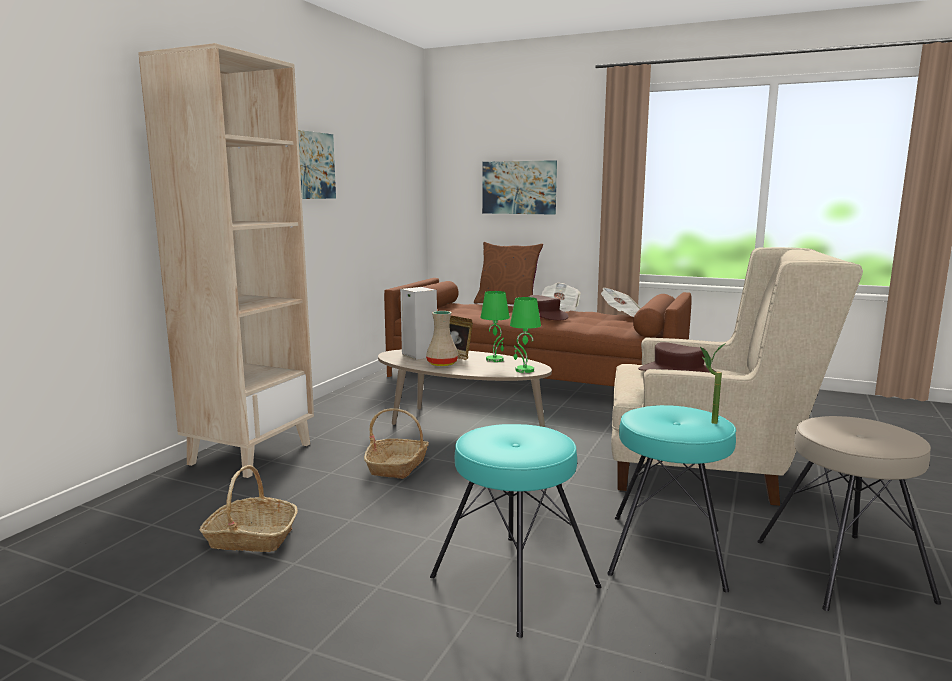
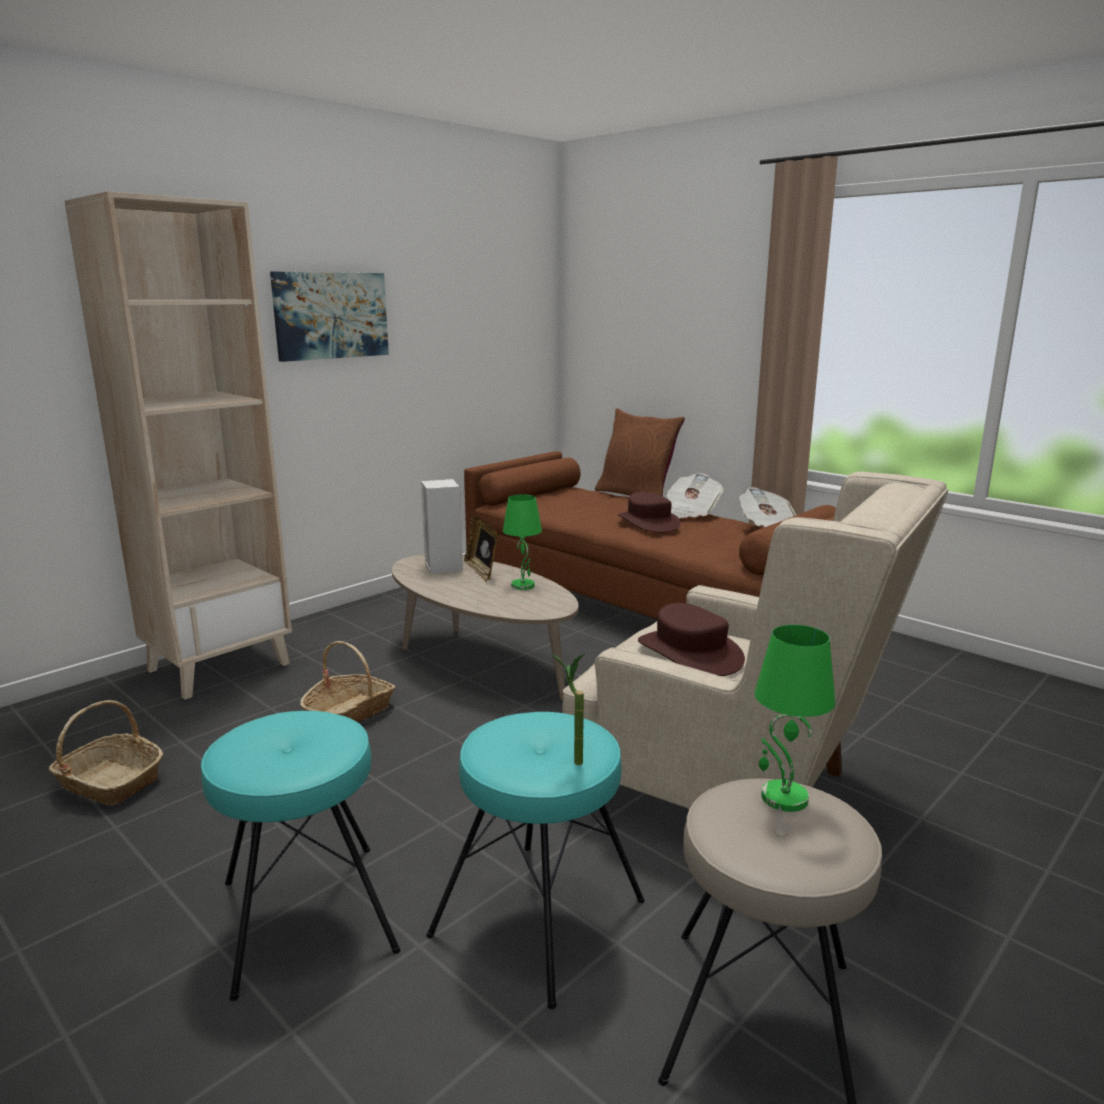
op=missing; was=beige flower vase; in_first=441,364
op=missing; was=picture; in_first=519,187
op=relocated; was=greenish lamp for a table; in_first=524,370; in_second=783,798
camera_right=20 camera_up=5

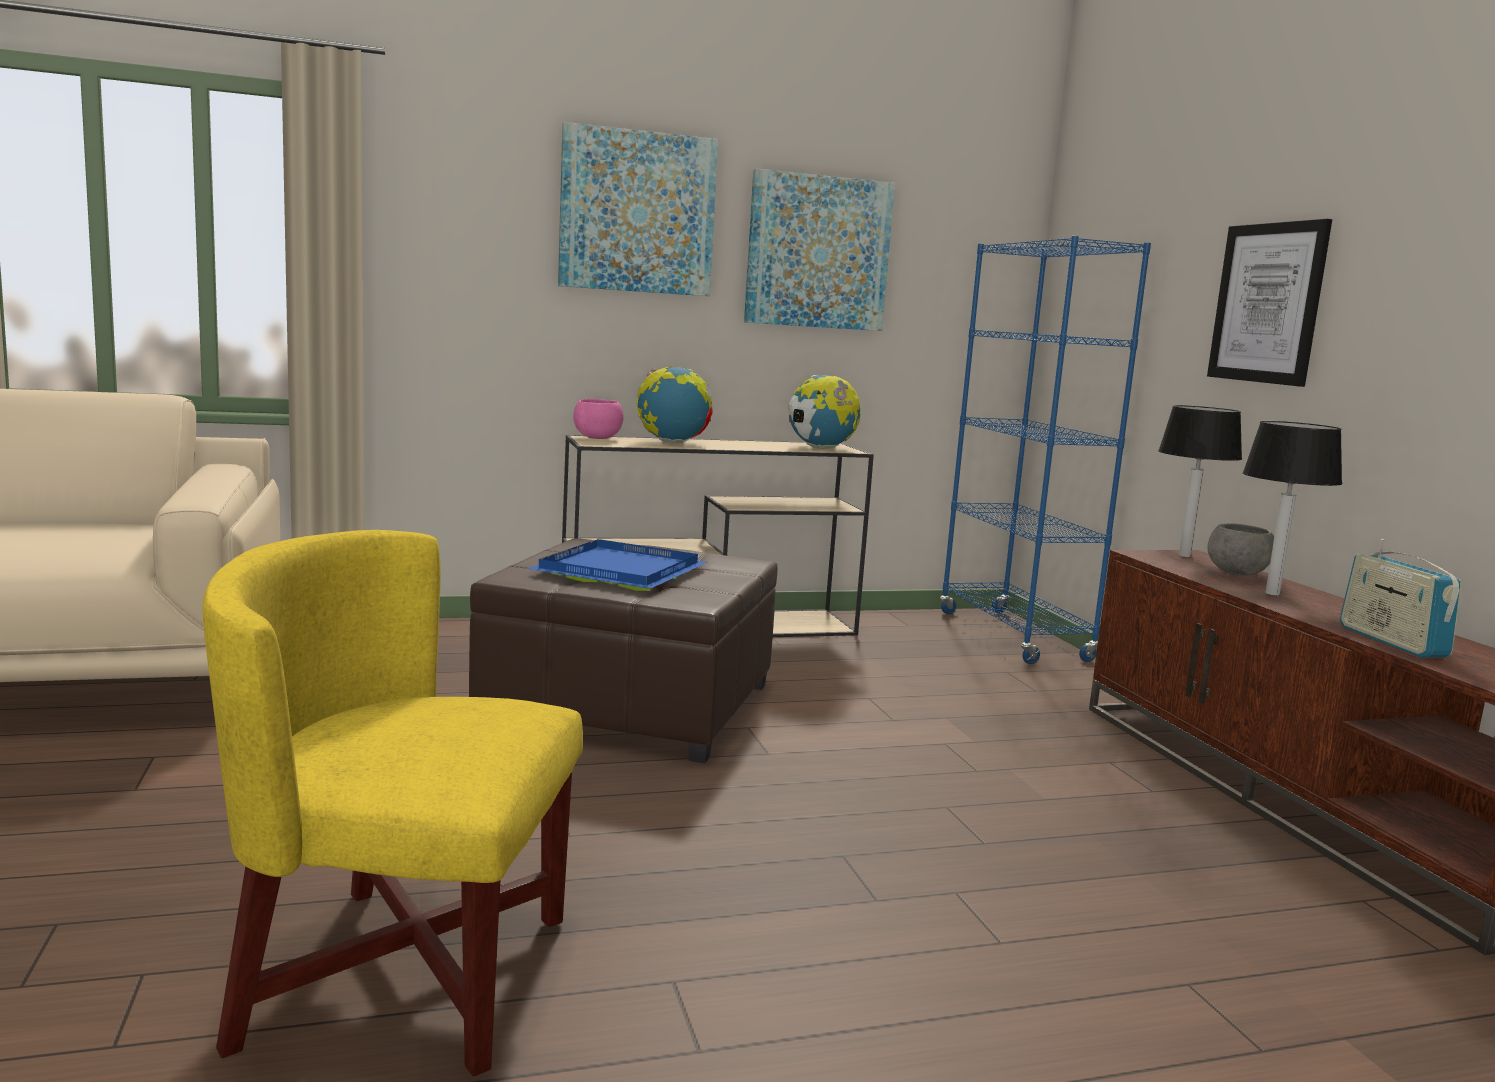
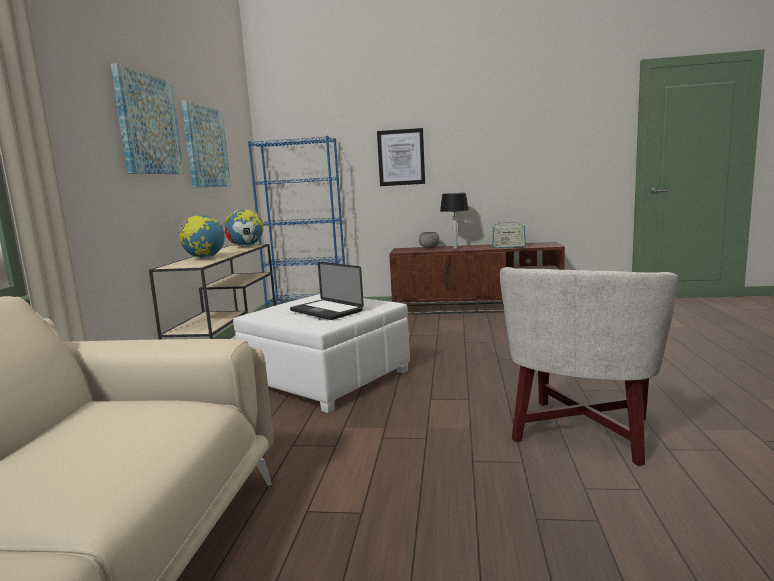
op=colour; was=yellowish armchair; now=white-coloured armchair; in_first=404,975; in_second=582,431
op=colour; was=brown footrest; now=white-coloured footrest; in_first=631,704; in_second=328,378
op=exchanged; was=blue serving tray; now=portable computer; in_first=621,572; in_second=326,311
op=missing; was=pink bowl; in_first=597,438
op=missing; was=lamp for a table; in_first=1185,555
camera_right=-65 camera_up=0

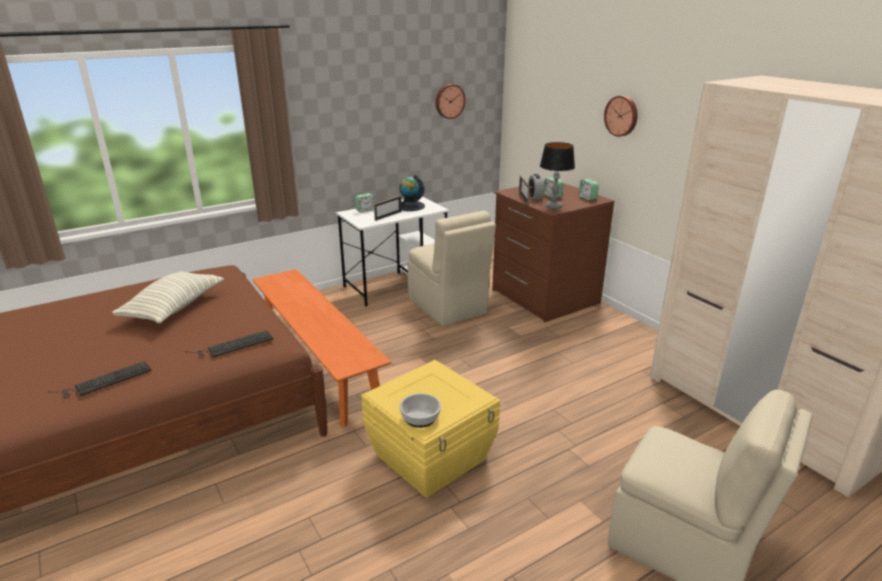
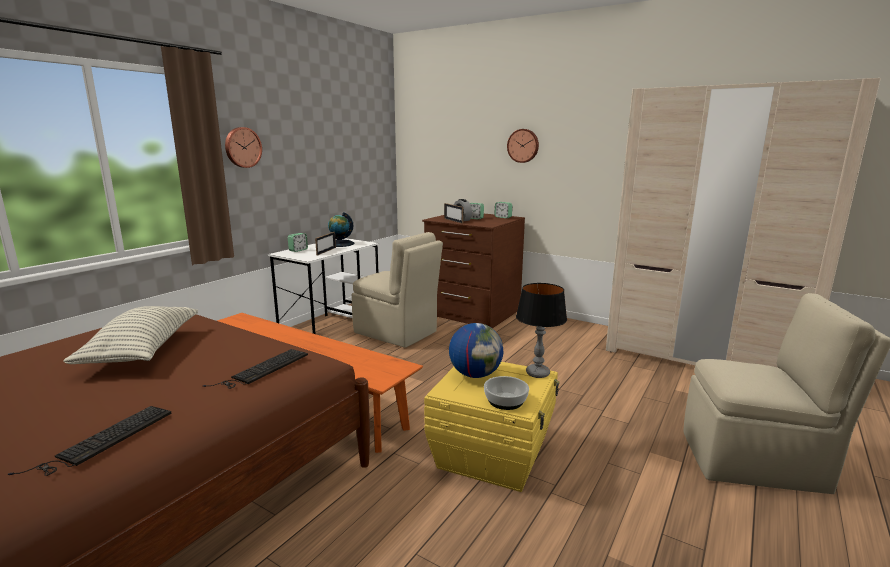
op=relocated; was=hanging clock; in_first=449,101; in_second=242,147
op=relocated; was=lamp for a table; in_first=554,207; in_second=538,373
op=appeared; now=world globe; in_second=475,374
camera_right=-25 camera_up=-10

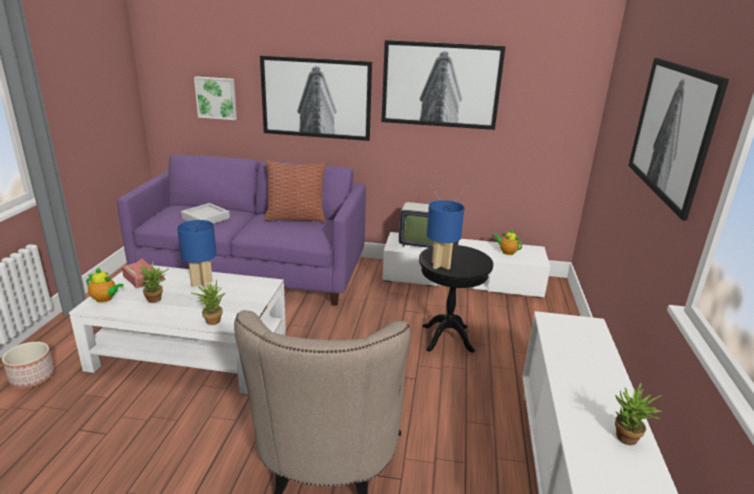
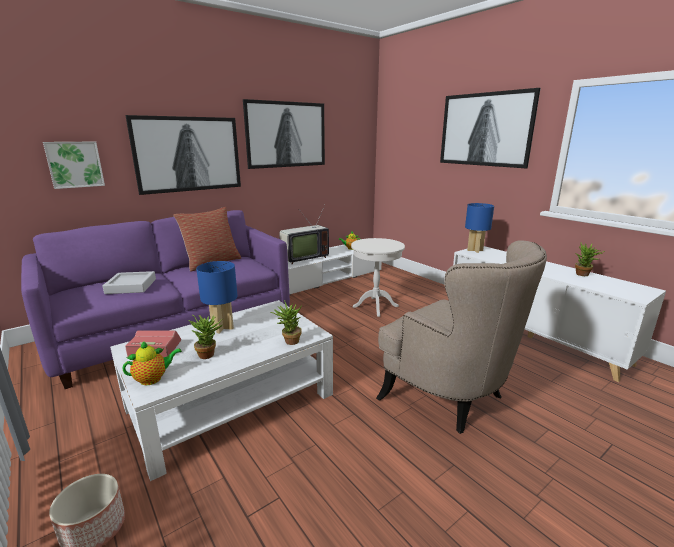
op=colour; was=blackish side table; now=white-coloured side table; in_first=447,338; in_second=375,306
op=relocated; was=blue lamp for a table; in_first=441,265; in_second=475,250
camera_right=-45 camera_up=-5

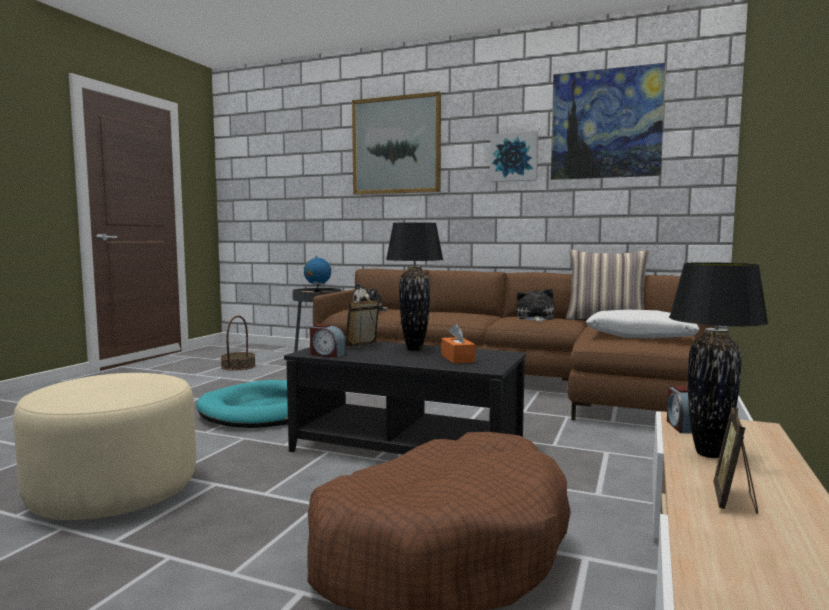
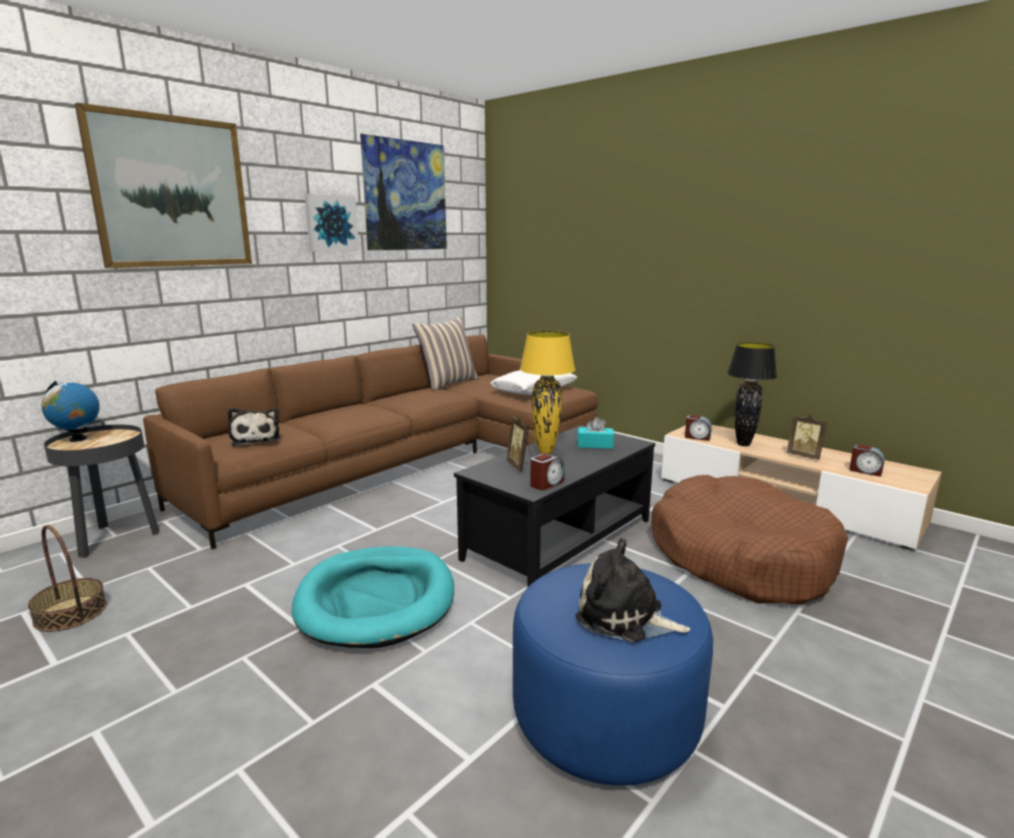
op=colour; was=beige footrest; now=blue footrest; in_first=113,492; in_second=605,718
op=colour; was=blackish lamp for a table; now=yellowish lamp for a table; in_first=414,349; in_second=545,452
op=colour; was=orangey box of tissues; now=turquoise box of tissues; in_first=457,358; in_second=595,445
op=relocated; was=plush toy; in_first=535,318; in_second=625,617
op=appeared; now=bedside clock; in_second=865,471
camera_right=-70 camera_up=10

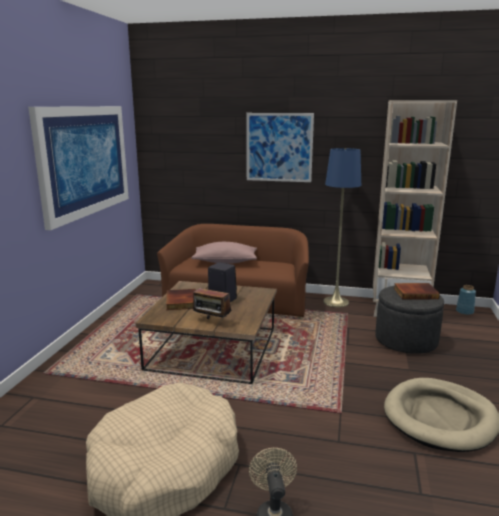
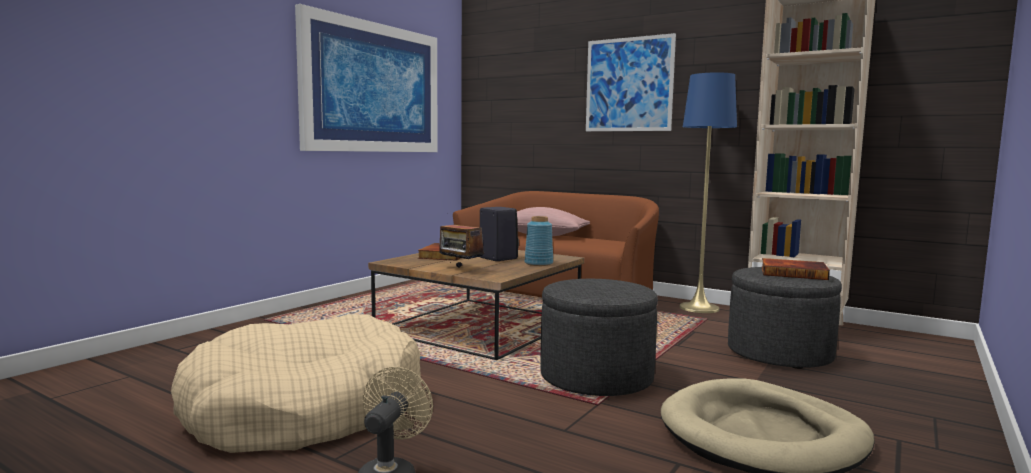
op=relocated; was=blue flower vase; in_first=464,311; in_second=538,263
op=appeared; now=greyish footrest; in_second=596,378
camera_right=20 camera_up=-10

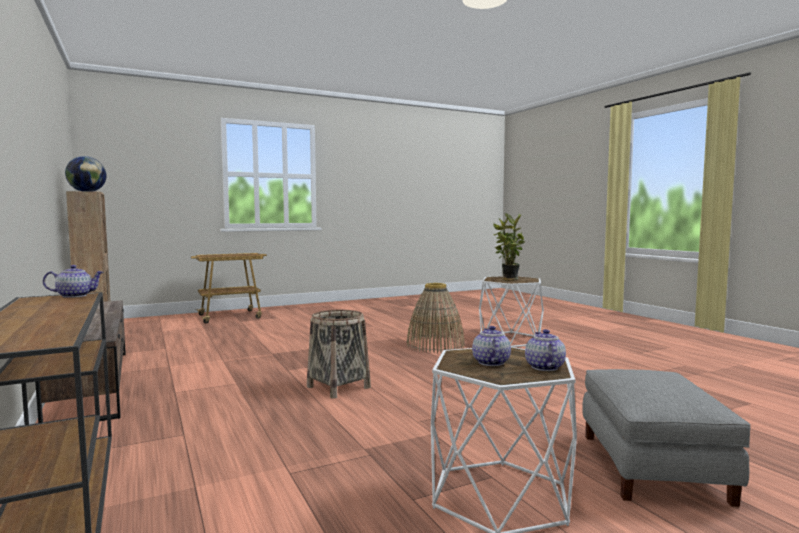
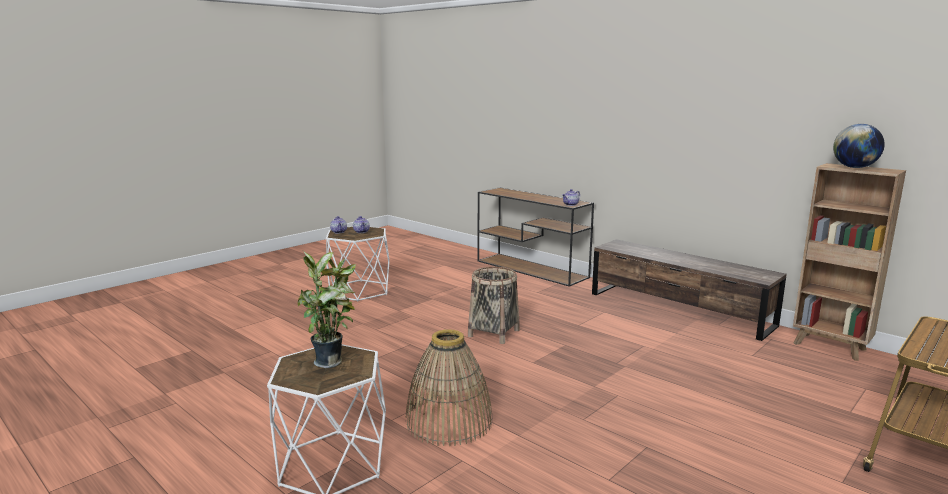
op=missing; was=greyish footrest; in_first=653,467
camera_right=160 camera_up=10

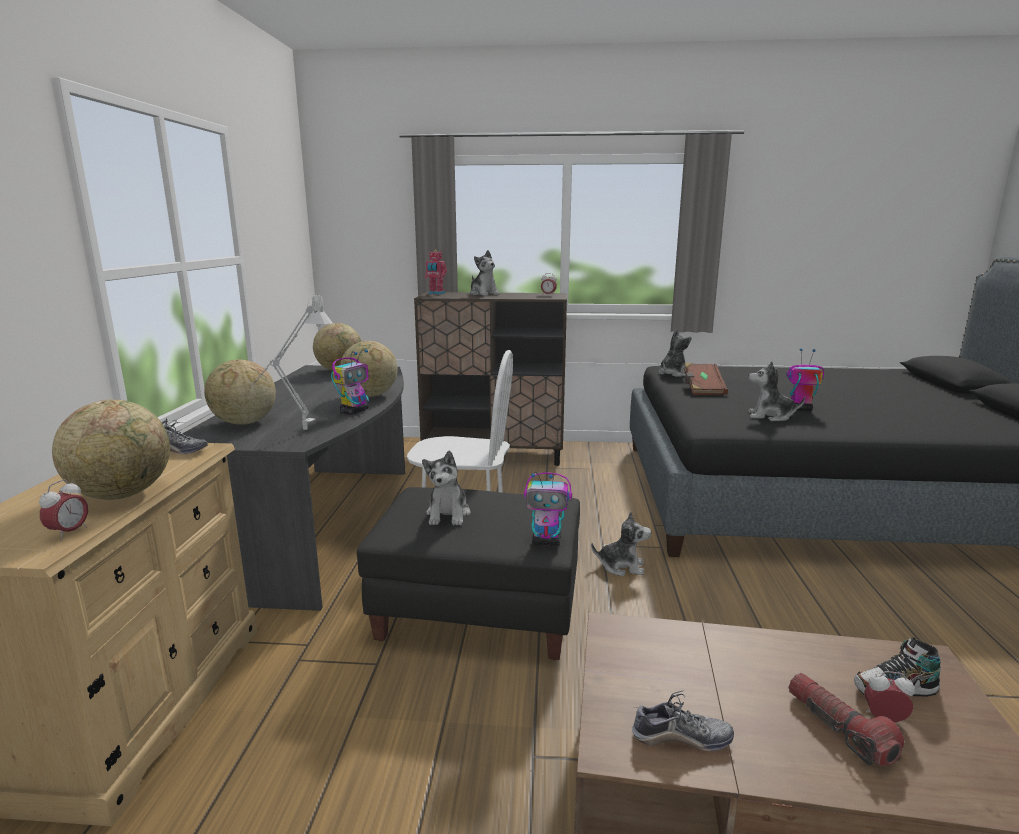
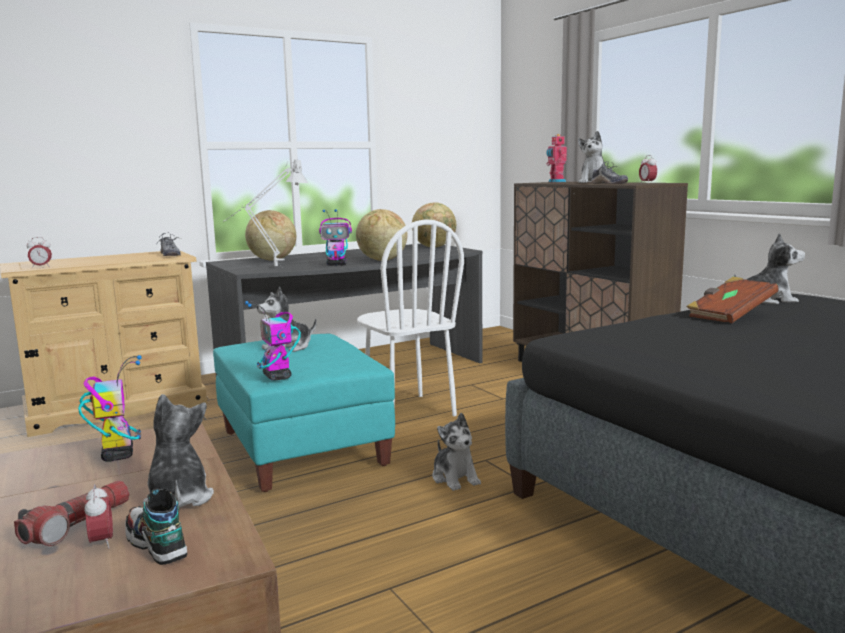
op=missing; was=world globe; in_first=123,494
op=colour; was=blackish footrest; now=turquoise footrest; in_first=479,610; in_second=302,448
op=relocated; was=low shoe; in_first=681,737; in_second=609,184
op=relocated; was=plush toy; in_first=770,416; in_second=178,498
op=relocated; was=robot figure; in_first=799,409; in_second=117,454
camera_right=55 camera_up=-5

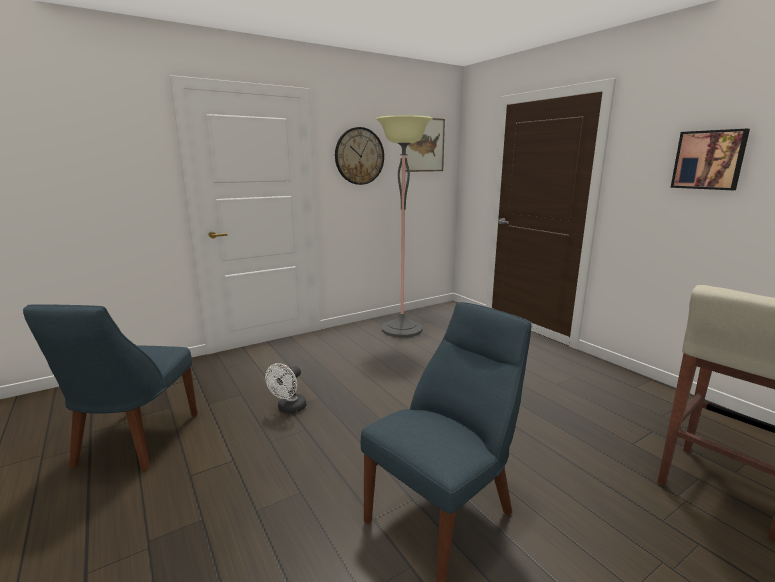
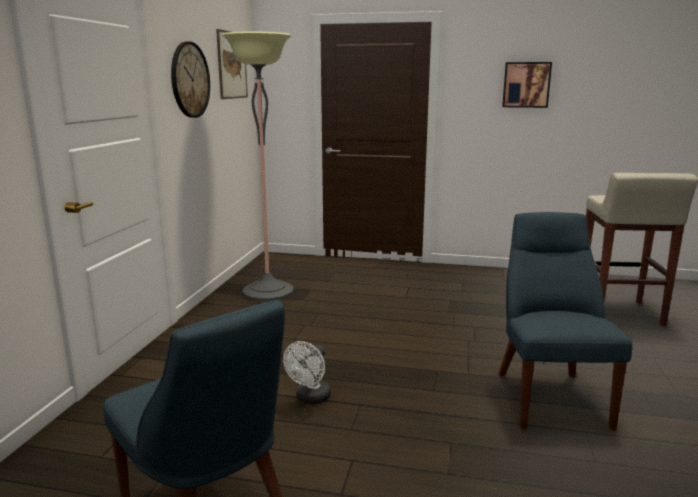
op=spun; was=white-coloured cooling fan; in_first=289,409; in_second=310,398; clockwise=45
camera_right=-45 camera_up=0

